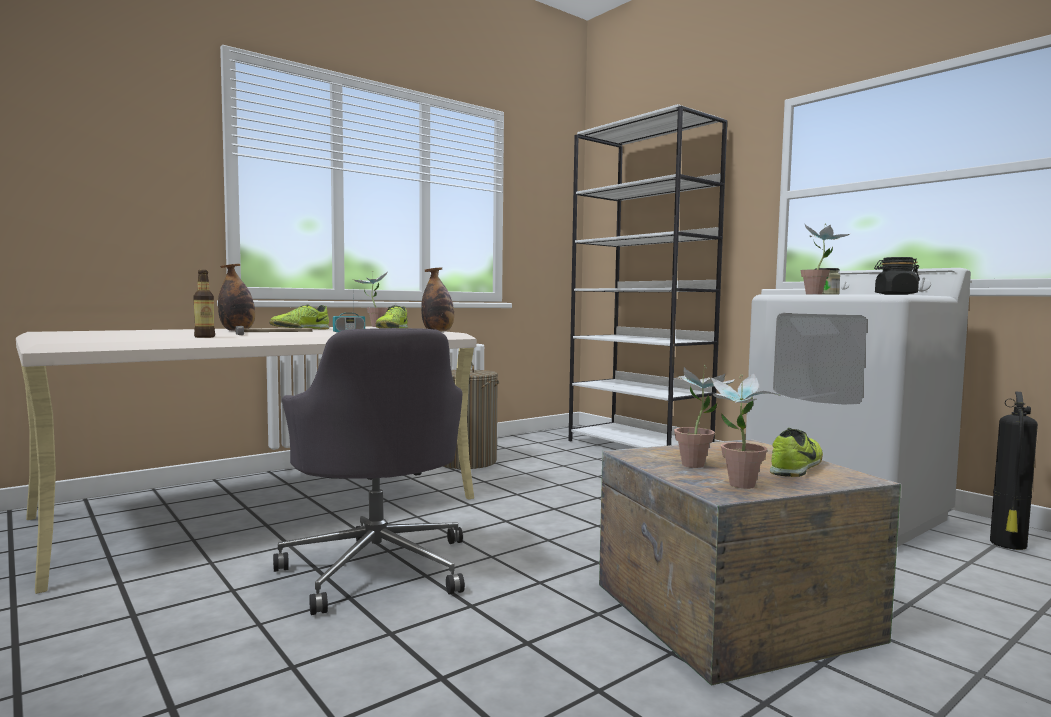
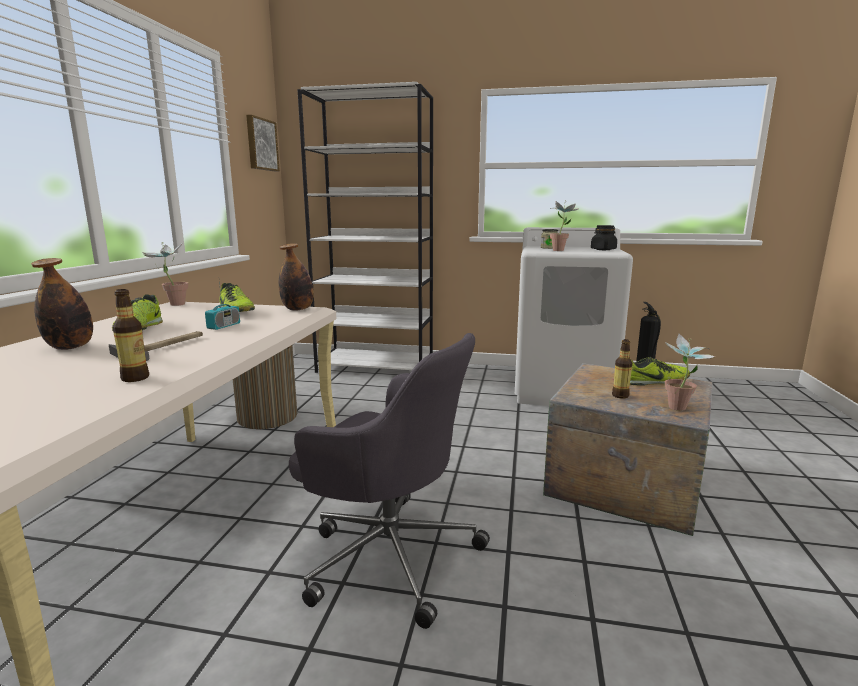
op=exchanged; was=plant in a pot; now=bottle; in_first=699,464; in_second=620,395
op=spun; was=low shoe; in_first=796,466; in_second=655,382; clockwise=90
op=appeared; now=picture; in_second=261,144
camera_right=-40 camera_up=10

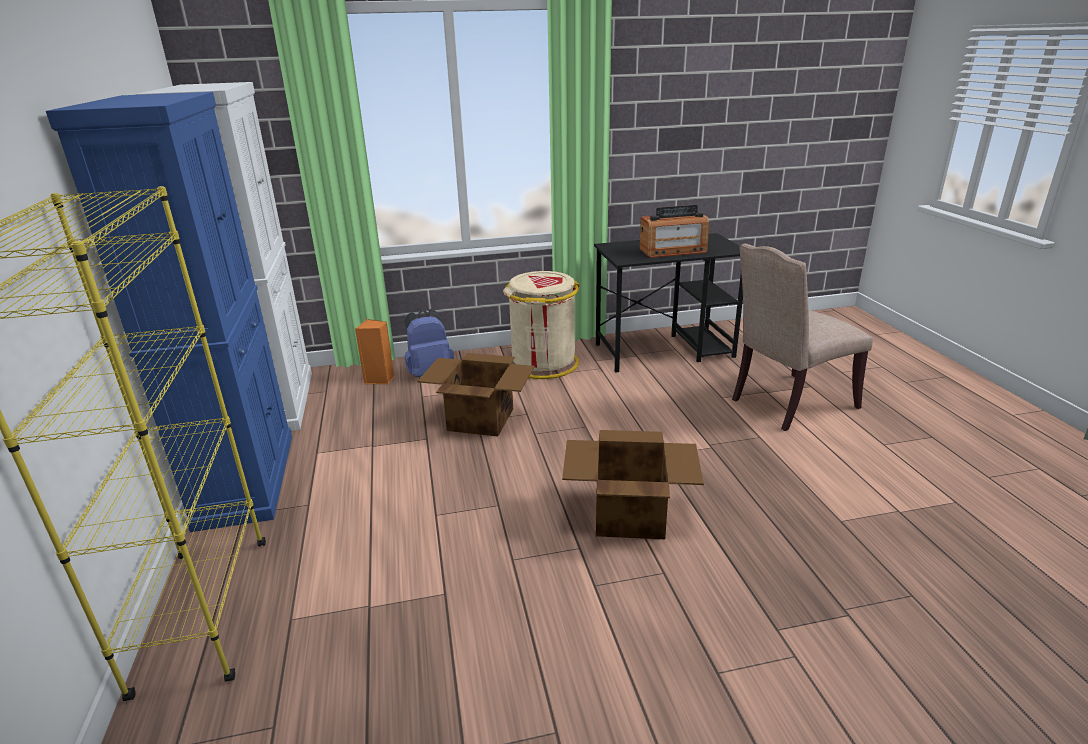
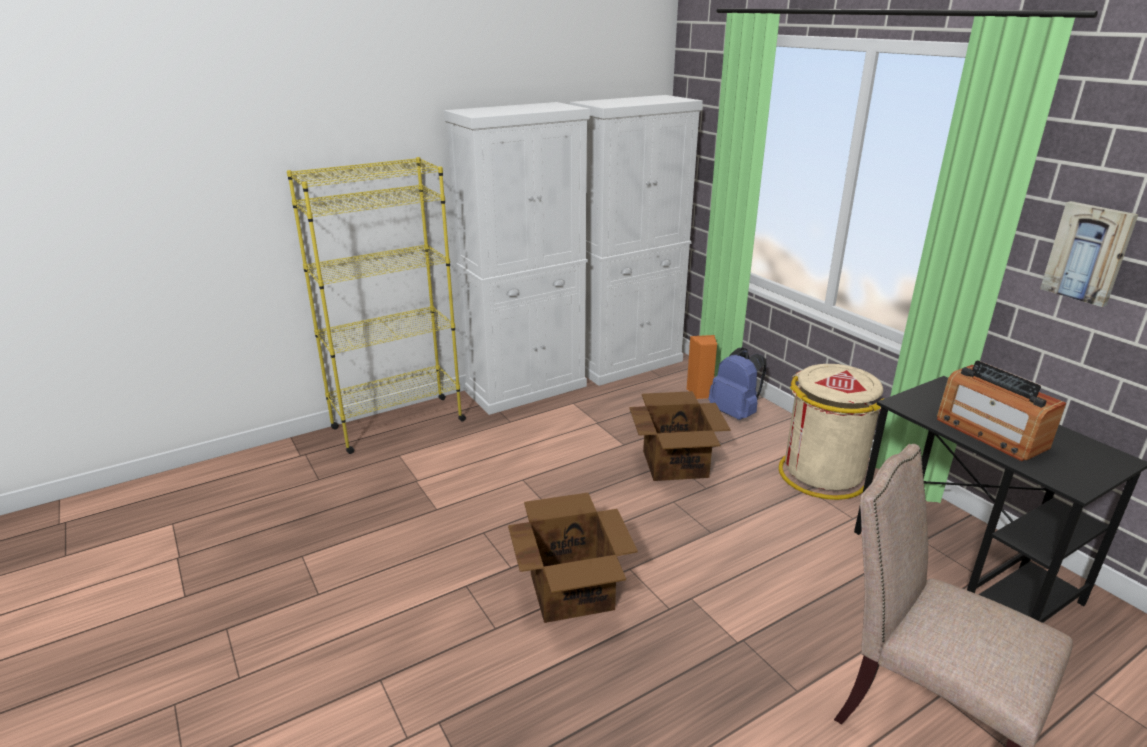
op=colour; was=blue cabinet; now=white-coloured cabinet; in_first=246,479; in_second=526,389
op=appeared; now=picture; in_second=1088,253
camera_right=70 camera_up=0

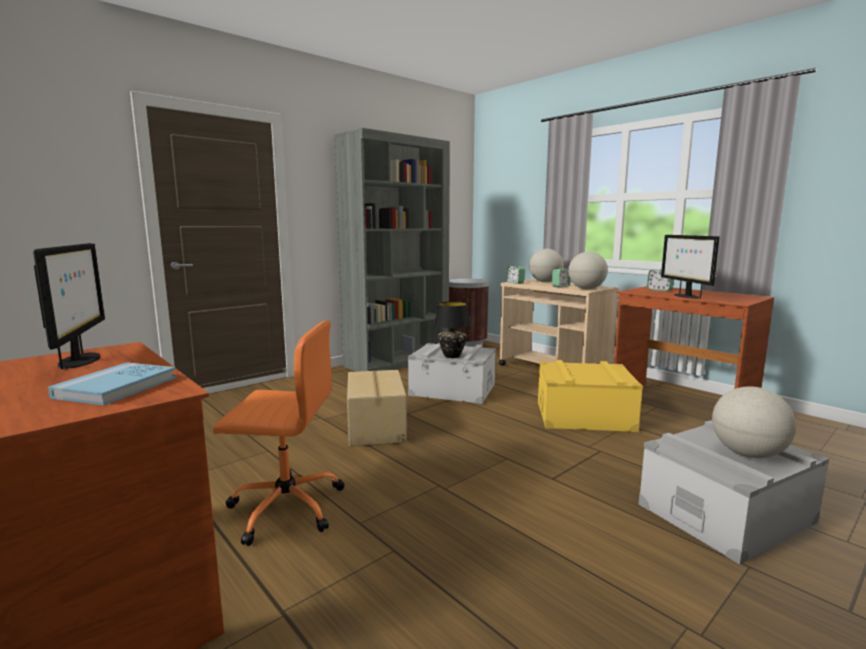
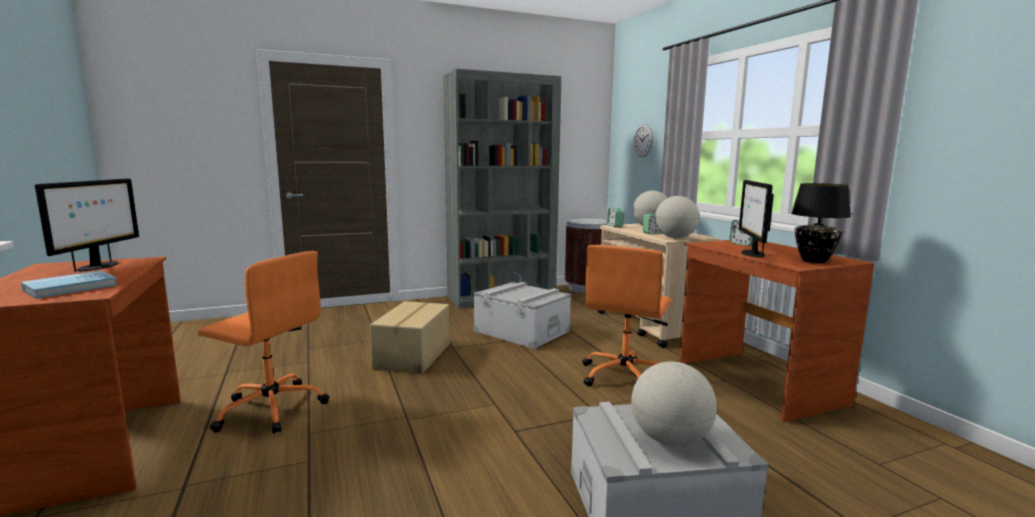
op=relocated; was=blackish lamp for a table; in_first=452,356; in_second=814,261
op=exchanged; was=yellowish storage bin; now=orangey office chair; in_first=584,416; in_second=625,377
op=appeared; now=hanging clock; in_second=643,140
camera_right=20 camera_up=0

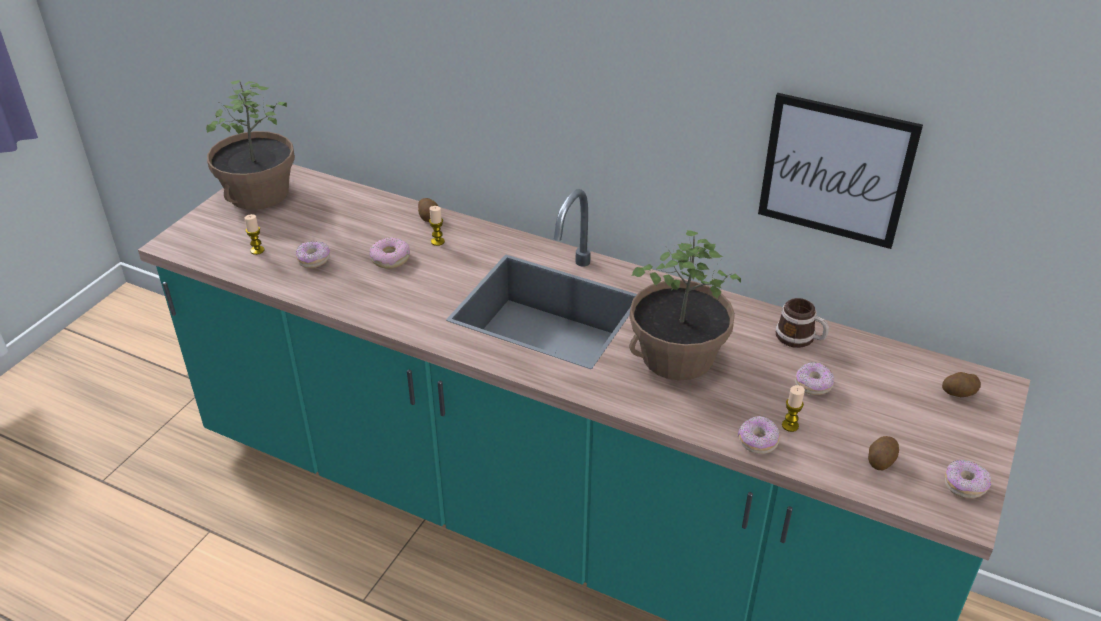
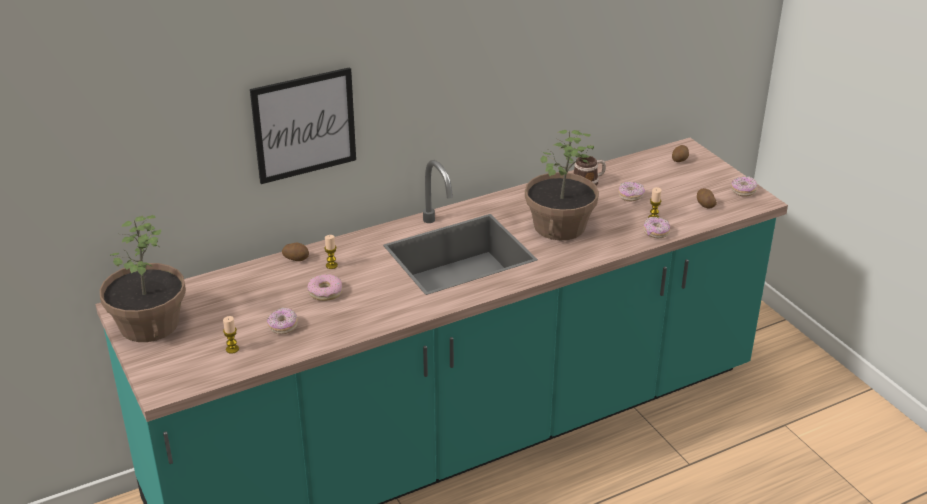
op=relocated; was=picture; in_first=836,170; in_second=304,125
camera_right=-55 camera_up=-5

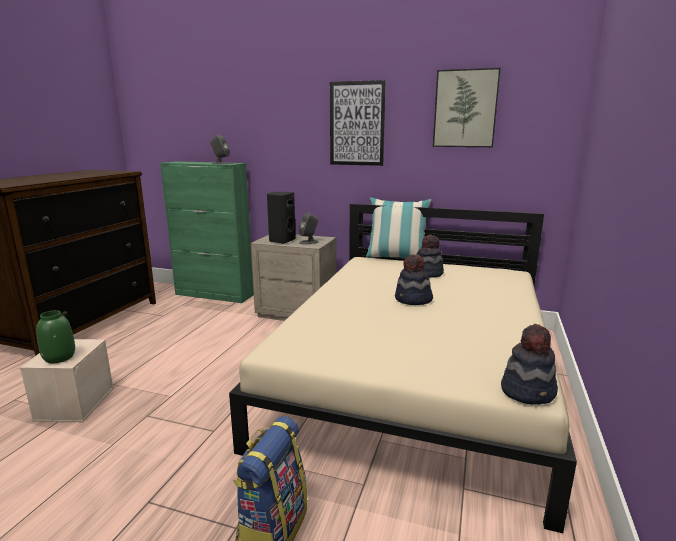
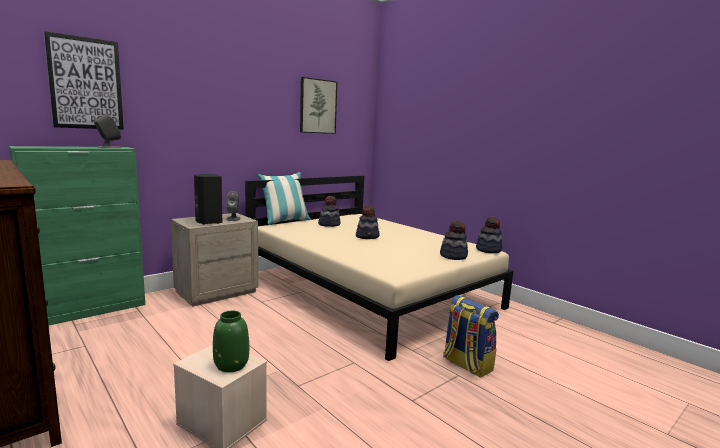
op=relocated; was=picture; in_first=357,124; in_second=86,83
op=appeared; now=clothing hat; in_second=453,256
camera_right=-60 camera_up=-5

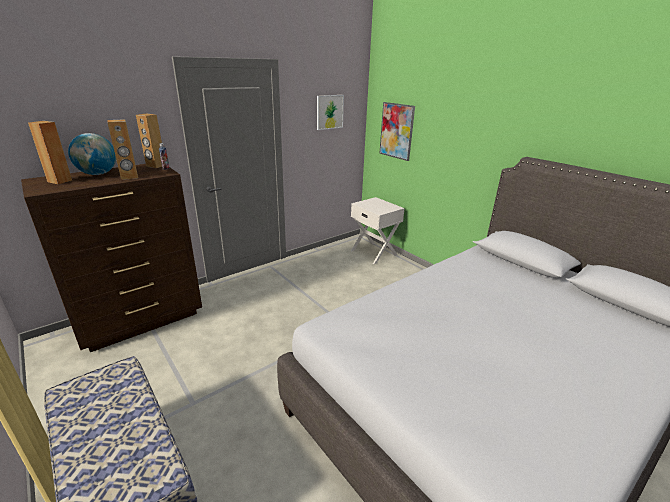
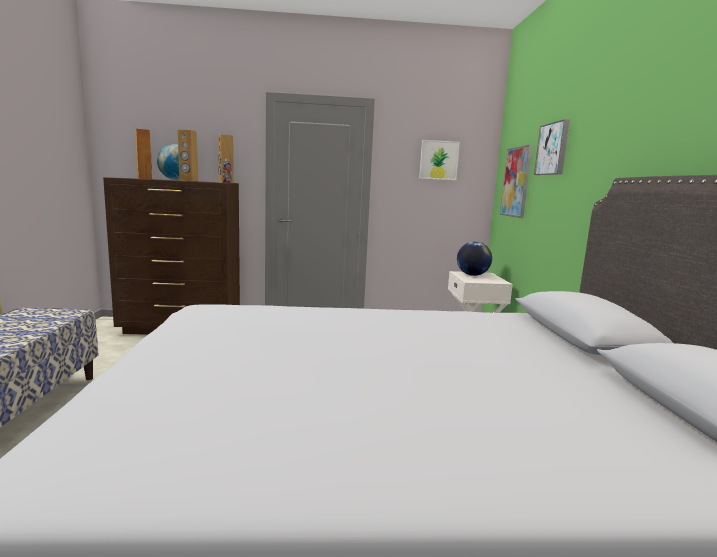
op=appeared; now=world globe; in_second=472,275
op=appeared; now=picture; in_second=553,149
camera_right=35 camera_up=-15

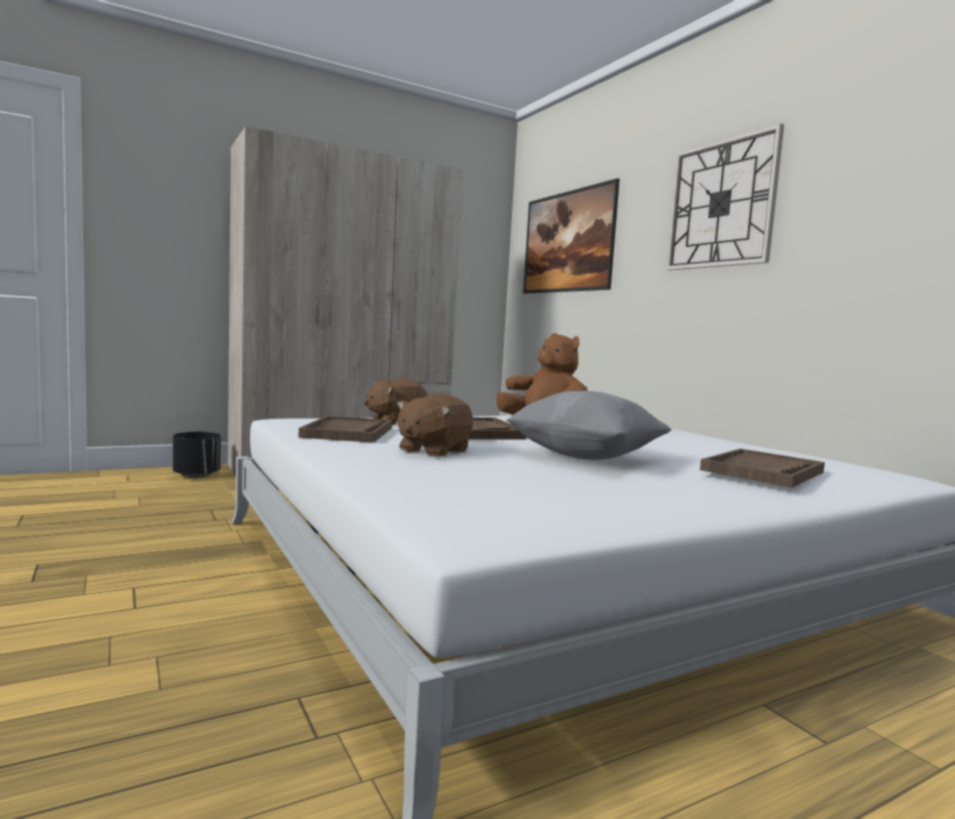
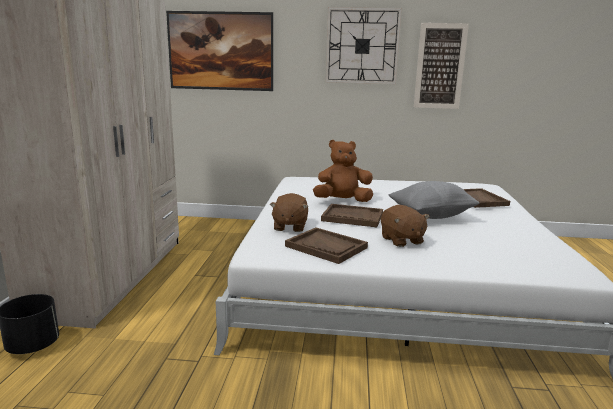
op=appeared; now=picture; in_second=440,66
camera_right=-55 camera_up=10

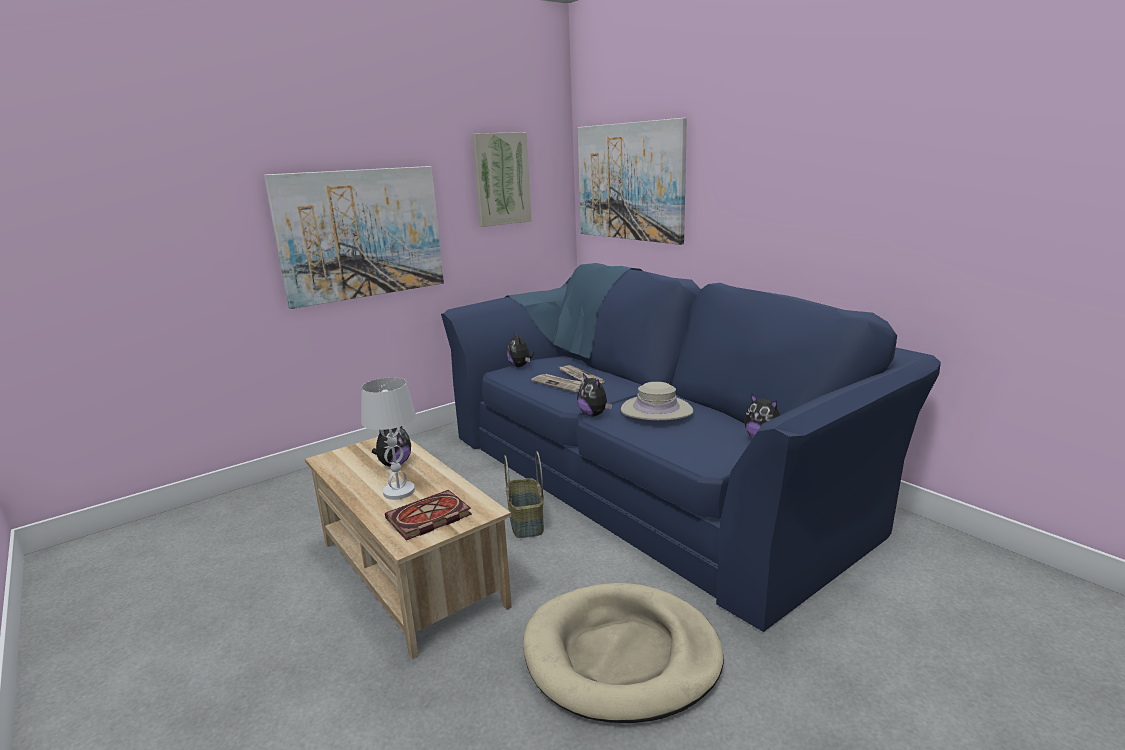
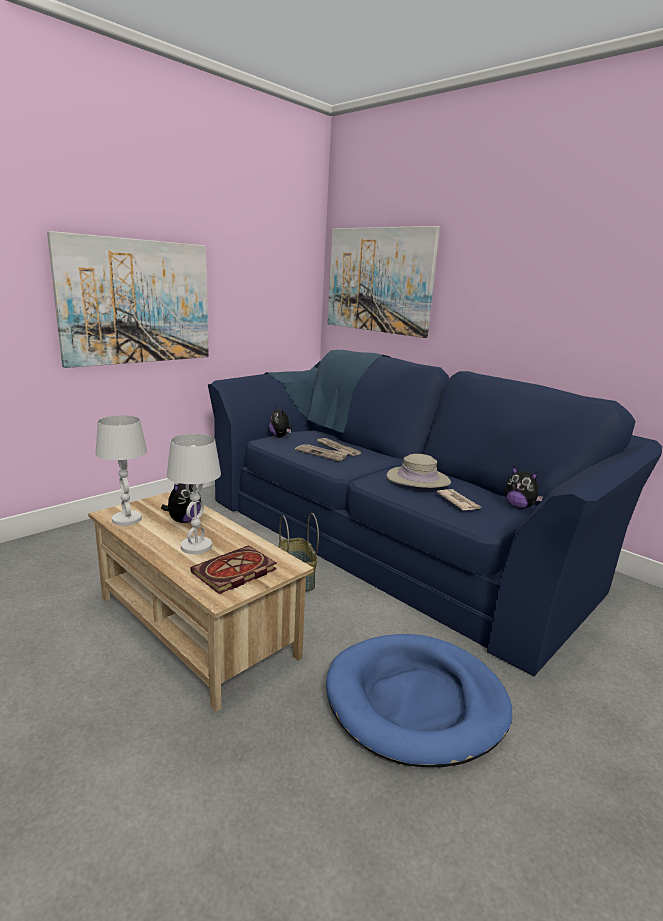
op=missing; was=picture; in_first=501,179
op=colour; was=beige dog bed; now=blue dog bed; in_first=621,656; in_second=416,702
op=missing; was=plush toy; in_first=594,414
op=appeared; now=white-coloured lamp for a table; in_second=127,519
op=appeared; now=newspaper; in_second=458,502
camera_right=-10 camera_up=0

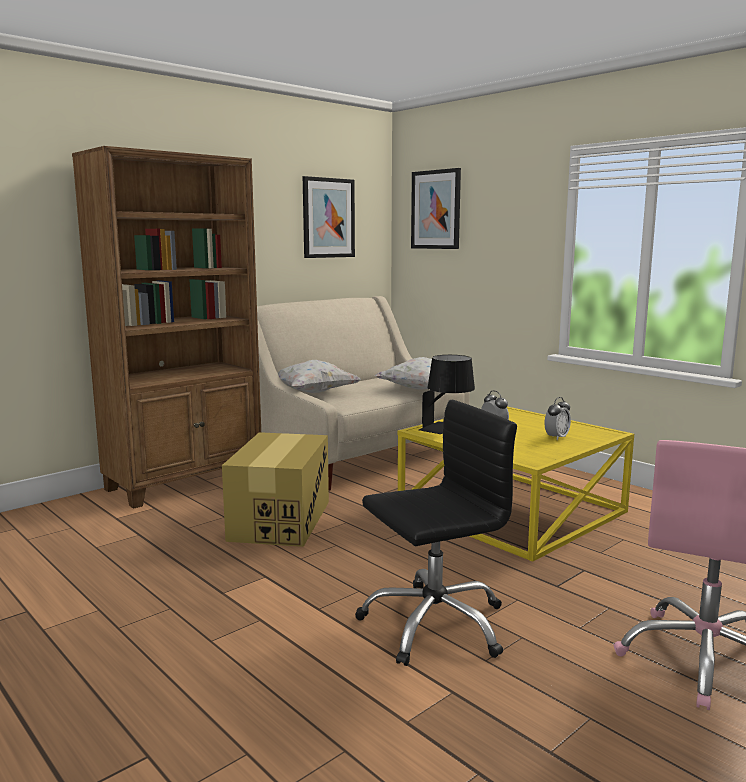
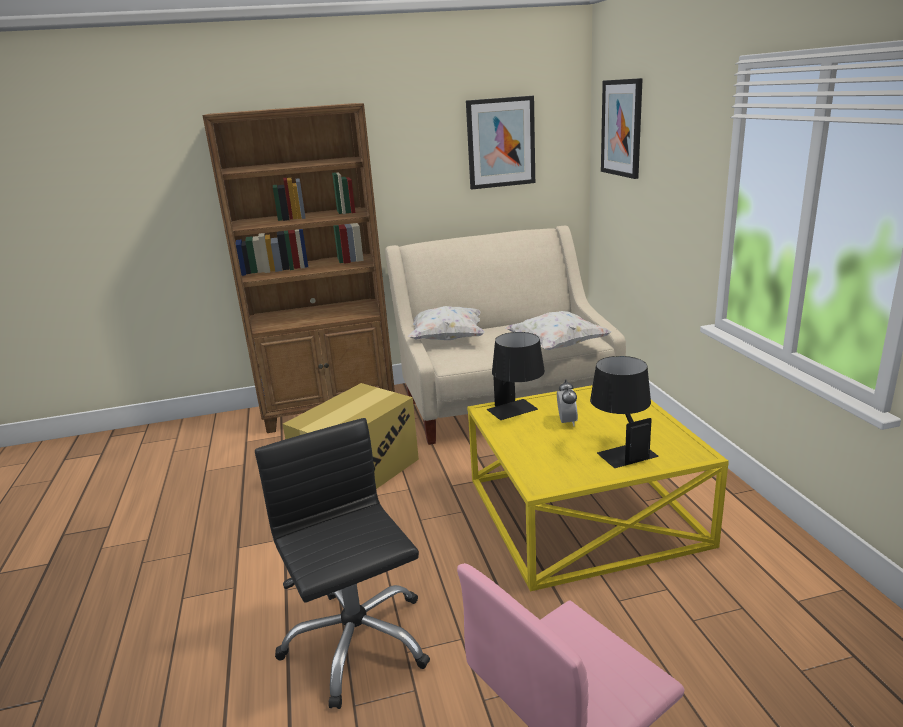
op=spun; was=blackish office chair; in_first=434,624; in_second=356,642; clockwise=-120
op=exchanged; was=bedside clock; now=blackish lamp for a table; in_first=556,437; in_second=620,449
camera_right=30 camera_up=10

